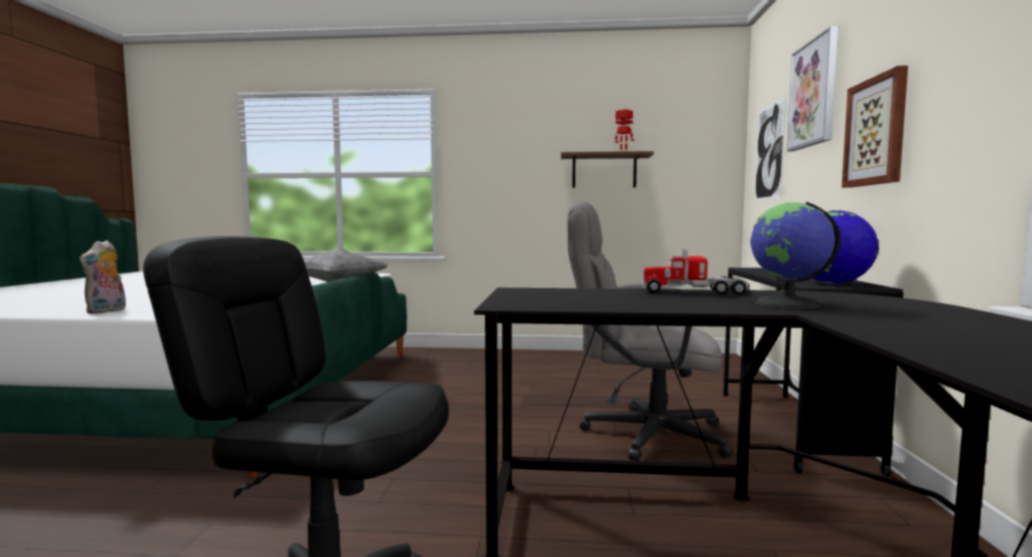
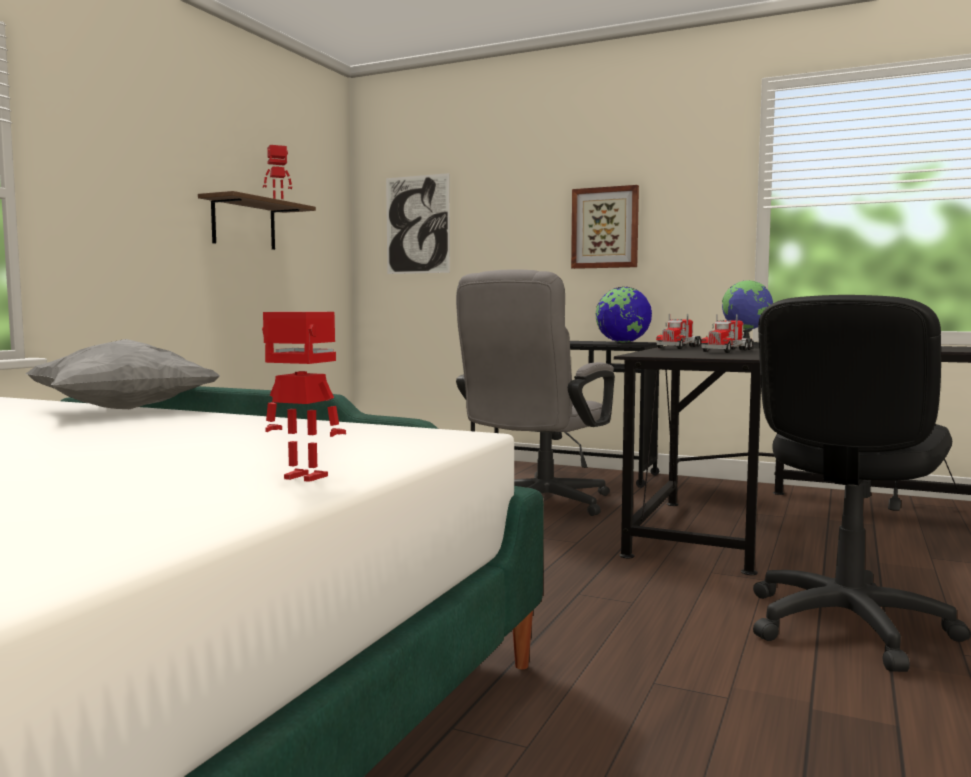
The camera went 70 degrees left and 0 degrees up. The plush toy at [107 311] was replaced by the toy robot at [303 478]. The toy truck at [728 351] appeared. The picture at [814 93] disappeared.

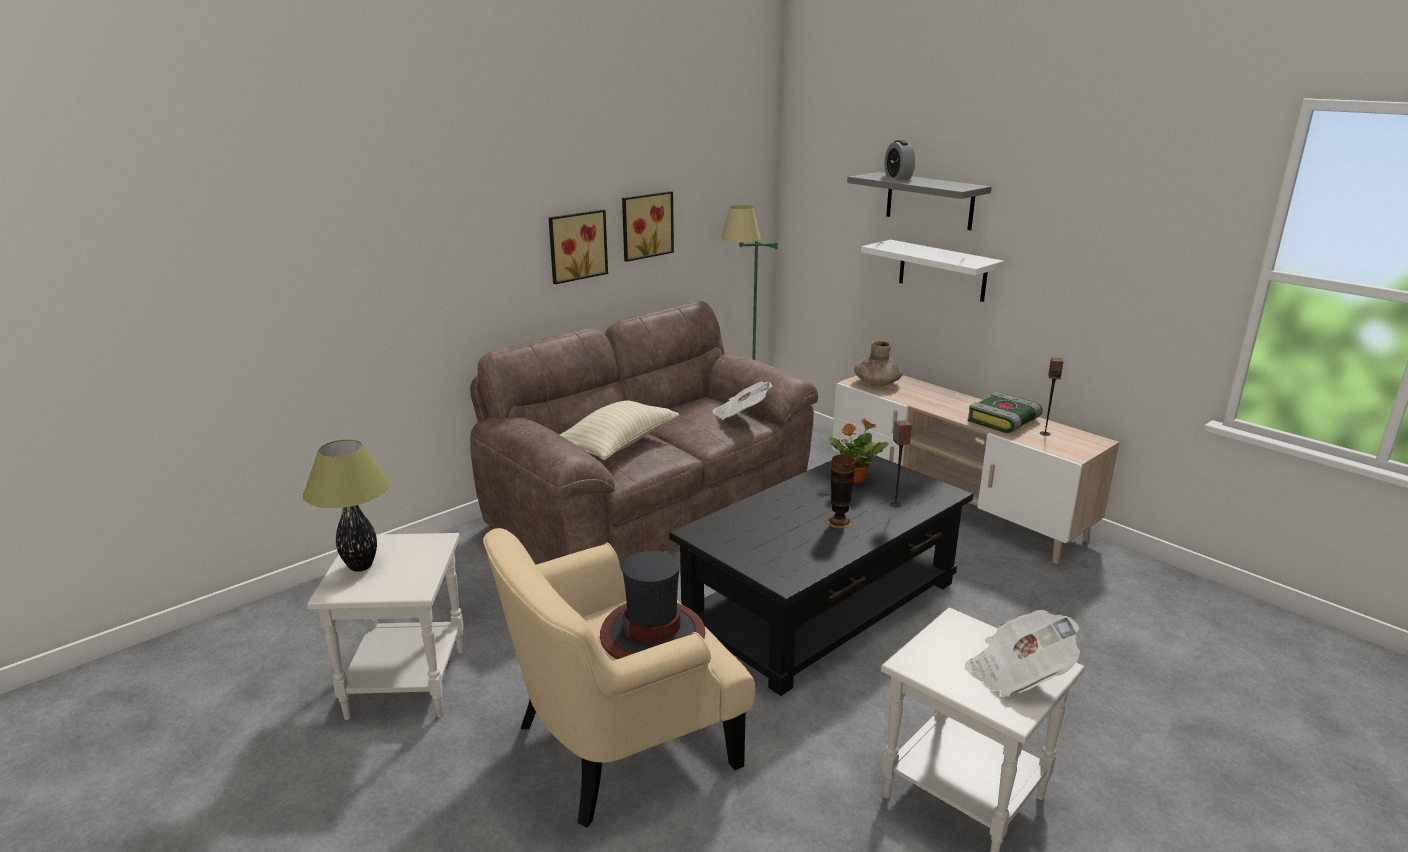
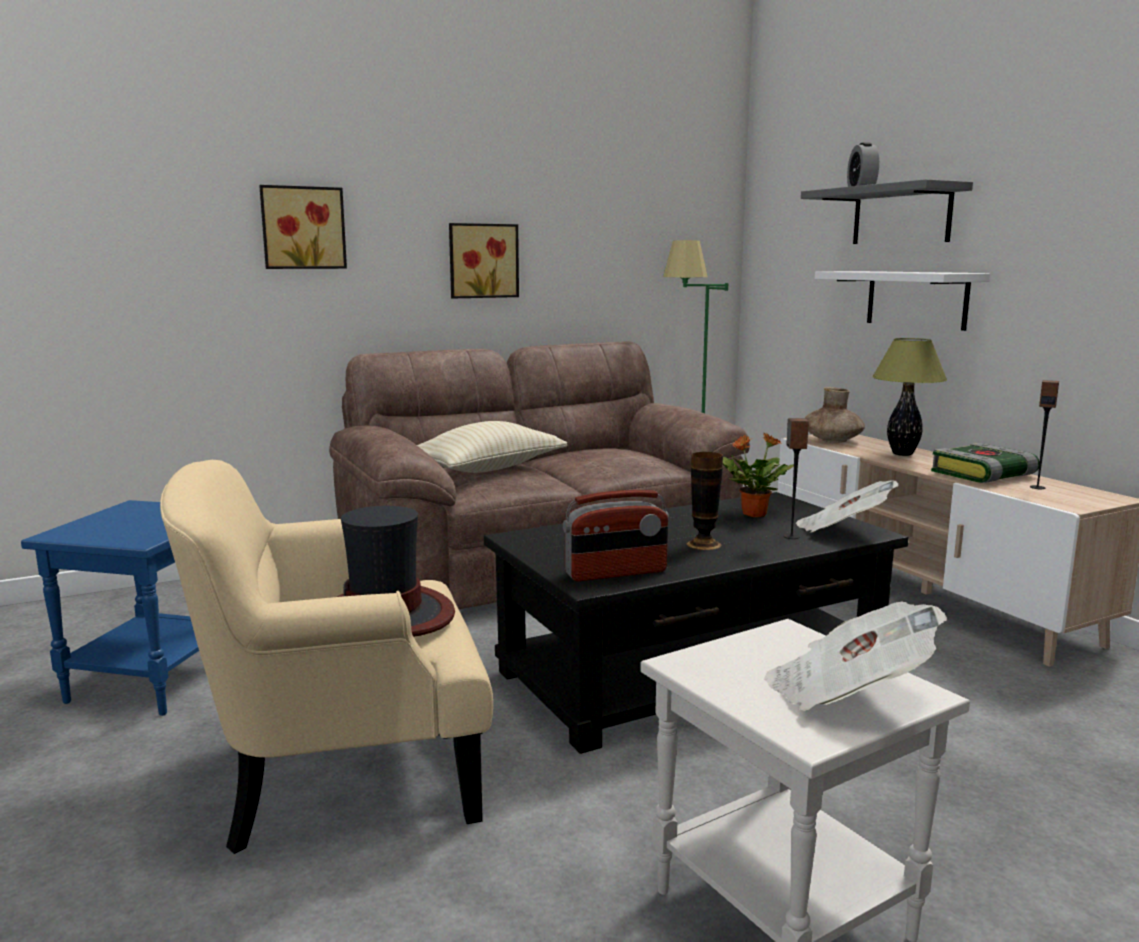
The camera went 15 degrees right and 10 degrees down. The white side table at [405 683] became the blue side table at [154 679]. The picture moved from [645 225] to [303 228]. The radio at [616 573] appeared. The newspaper moved from [740 415] to [842 530]. The table lamp moved from [361 566] to [902 454].

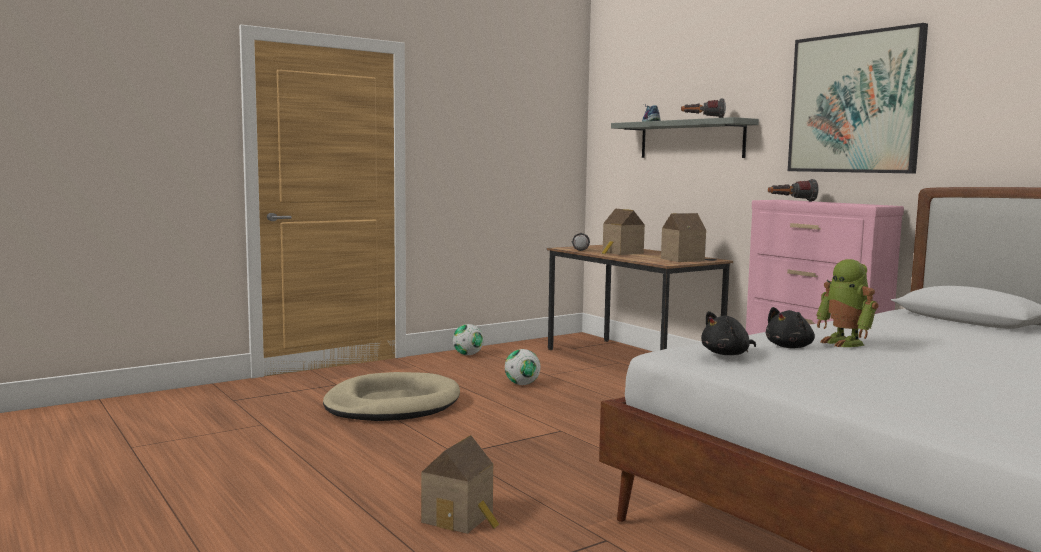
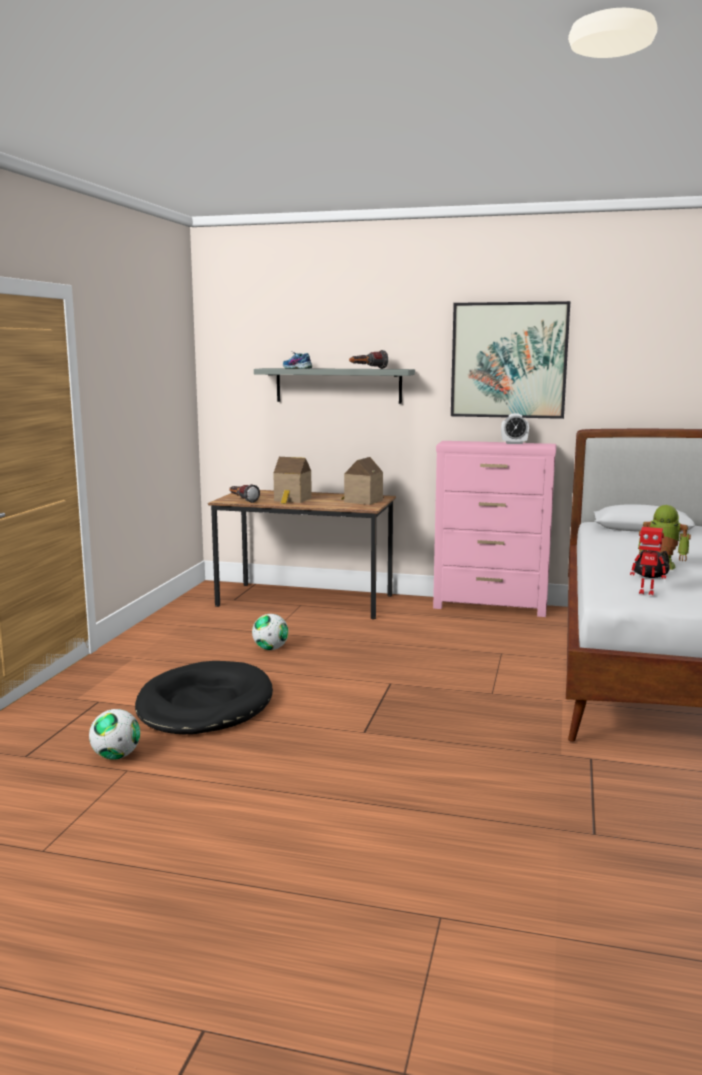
The camera went 40 degrees left and 5 degrees up. The football moved from [468 354] to [116 756]. The beige dog bed at [392 404] became the black dog bed at [204 705]. The alarm clock at [514 443] appeared. The black plush toy at [727 354] was replaced by the toy robot at [646 592]. The toy house at [461 518] disappeared. The flashlight at [791 201] disappeared.

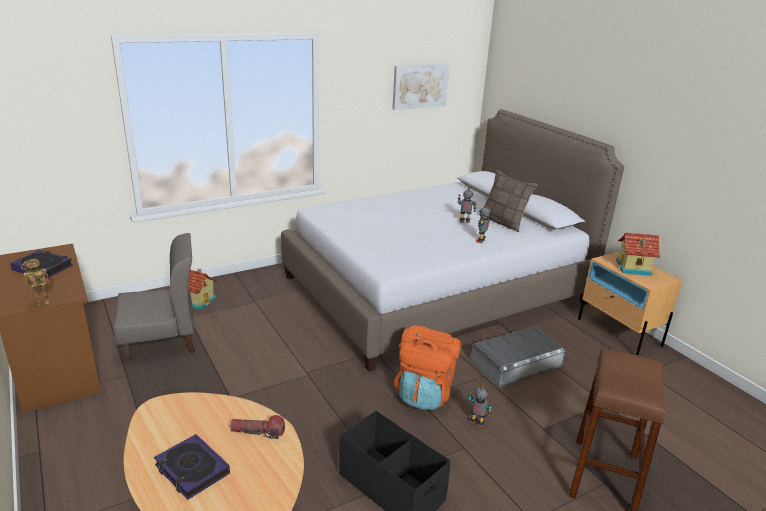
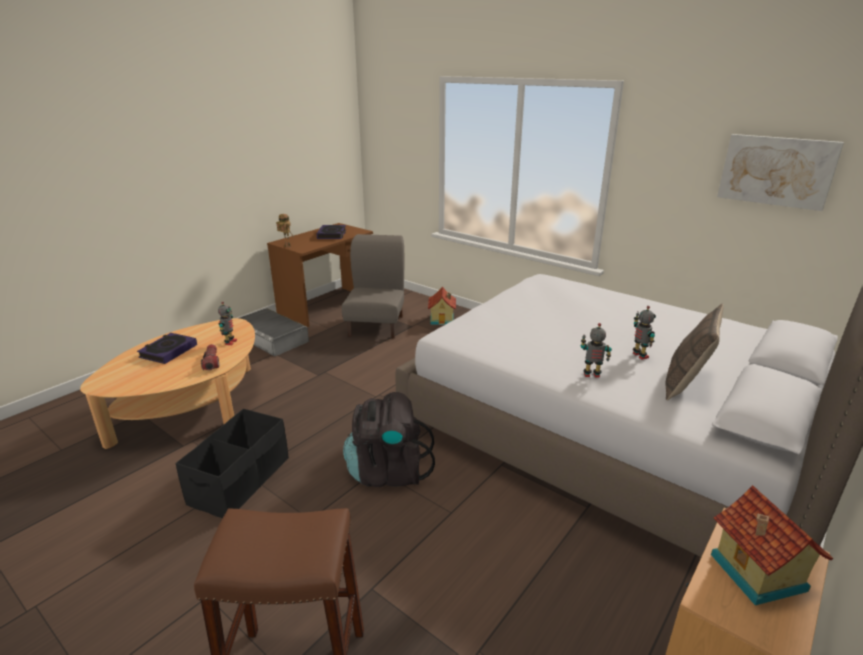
The camera went 70 degrees right and 0 degrees up. The toy robot moved from [476 423] to [230 342]. The grey storage box moved from [515 363] to [272 338]. The grey chair at [161 341] turned 135 degrees counterclockwise. The orange backpack at [424 393] became the black backpack at [388 471].

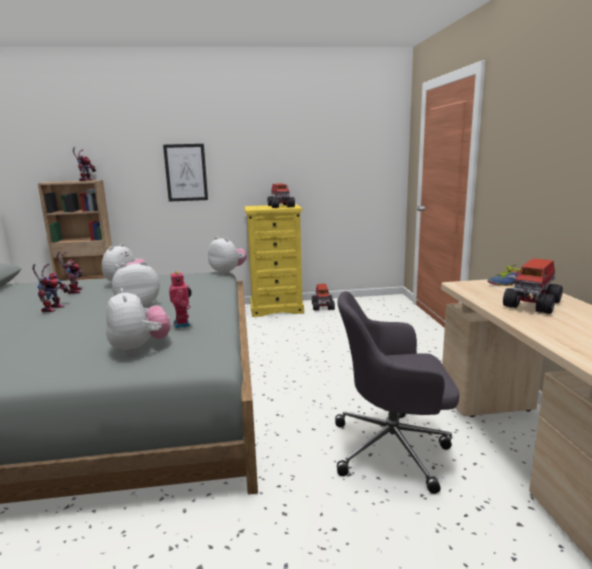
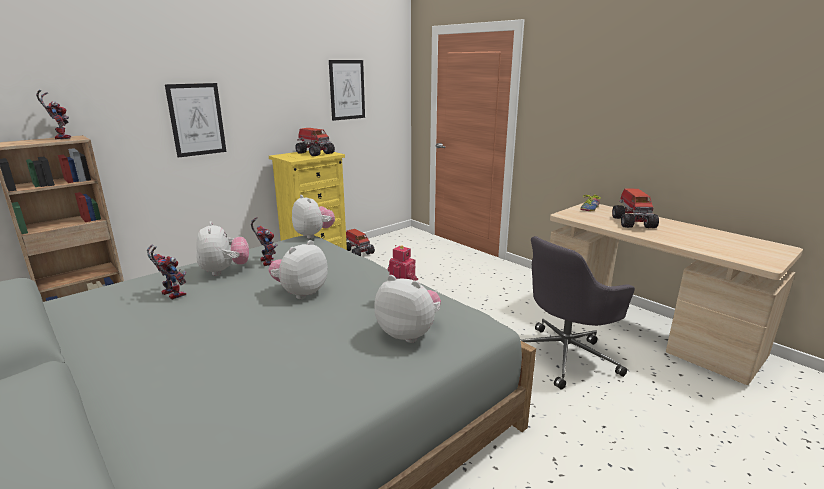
The camera went 35 degrees left and 5 degrees up. The toy robot moved from [53 308] to [266 261]. The plush toy at [228 272] turned 45 degrees clockwise. The picture at [347 90] appeared.

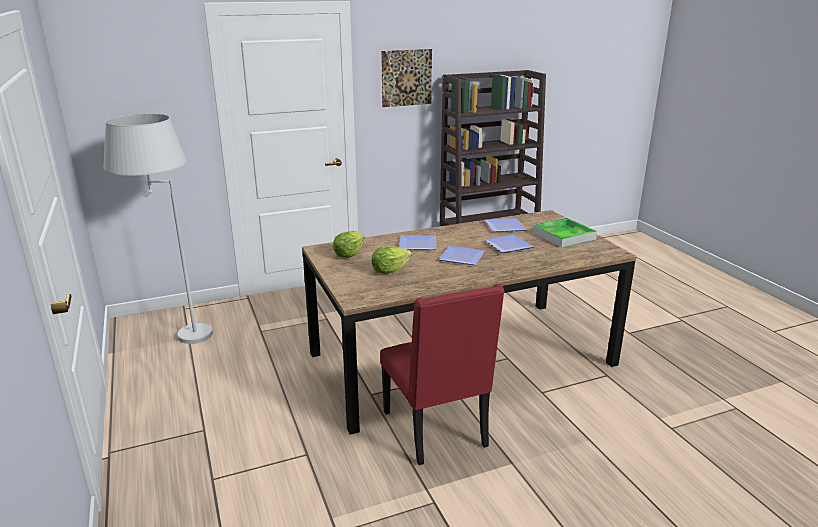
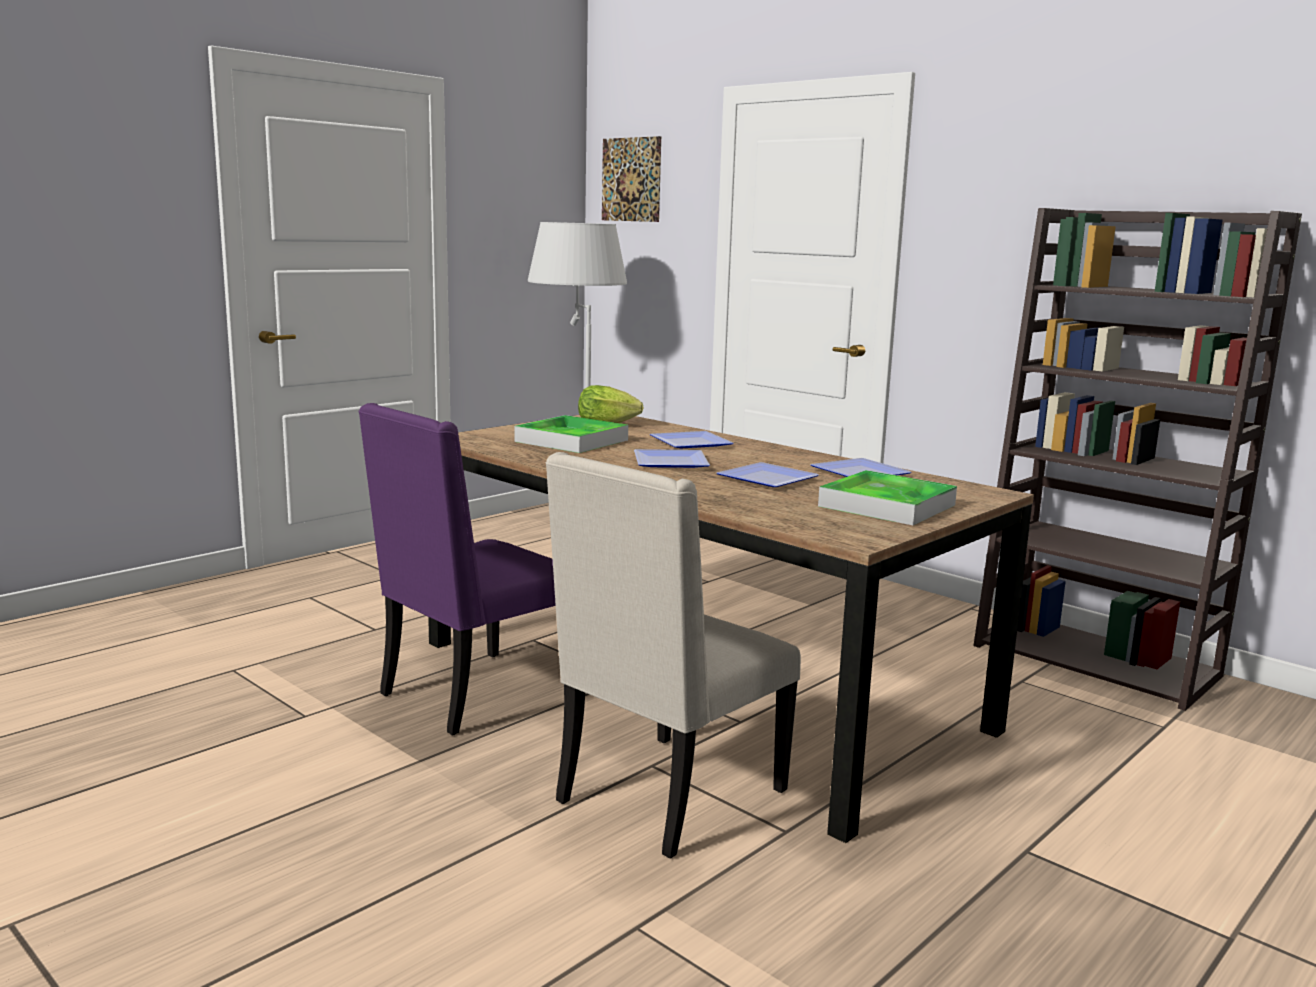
The camera went 65 degrees right and 10 degrees down. The red chair at [437 430] became the purple chair at [473 694]. The lettuce at [390 270] was replaced by the tray at [571 441]. The beige chair at [666 797] appeared. The picture moved from [406 78] to [631 179].

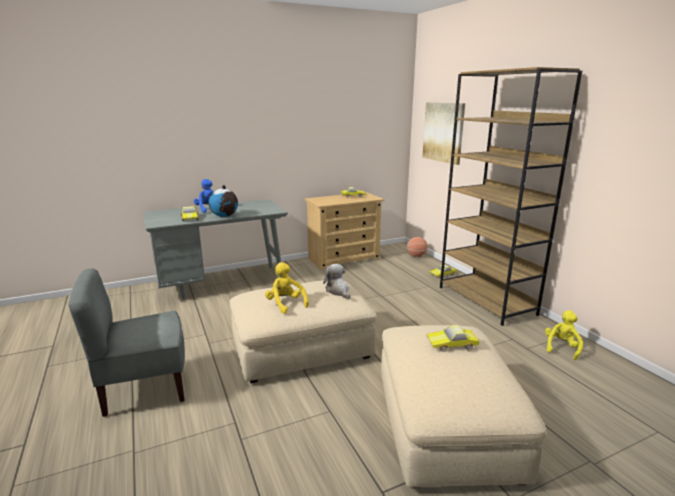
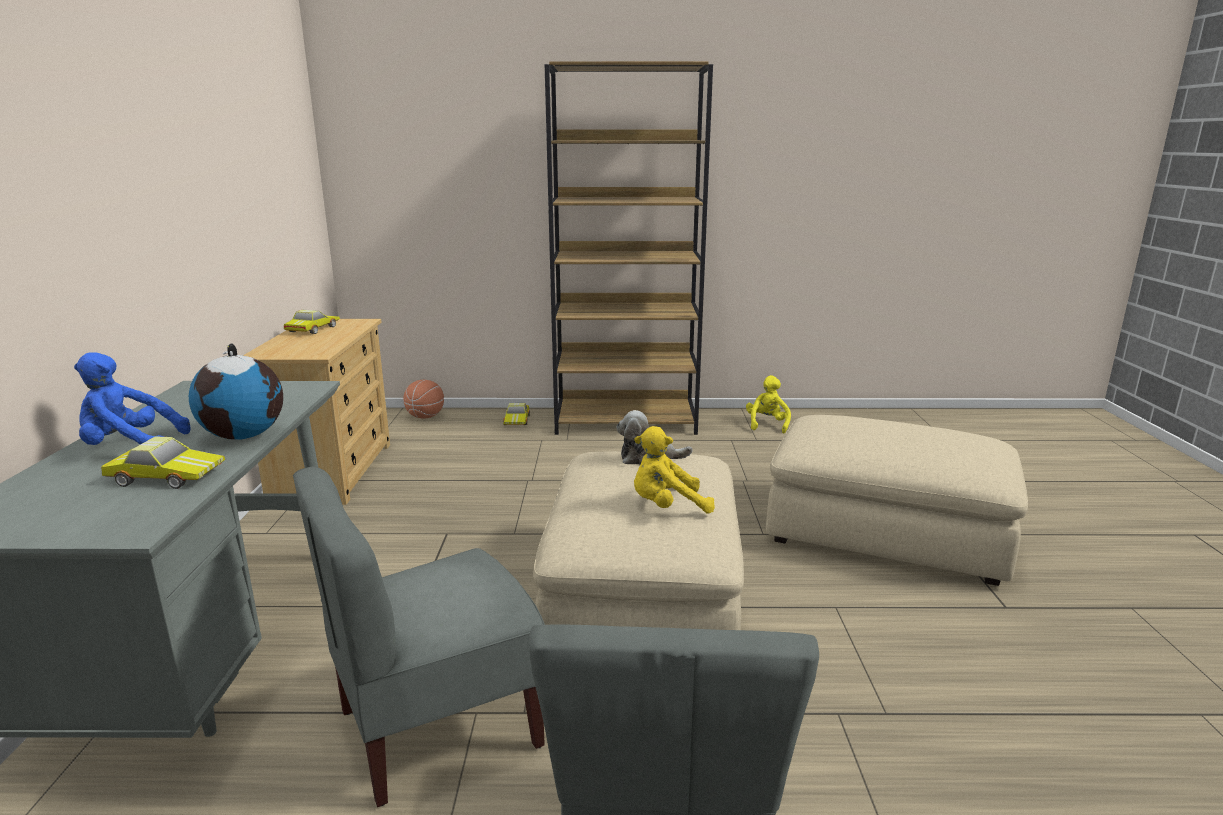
The camera went 65 degrees left and 0 degrees up. The grey chair at [437 726] appeared. The yellow plush toy at [561 348] turned 45 degrees clockwise. The picture at [443 132] disappeared. The toy car at [452 345] disappeared.

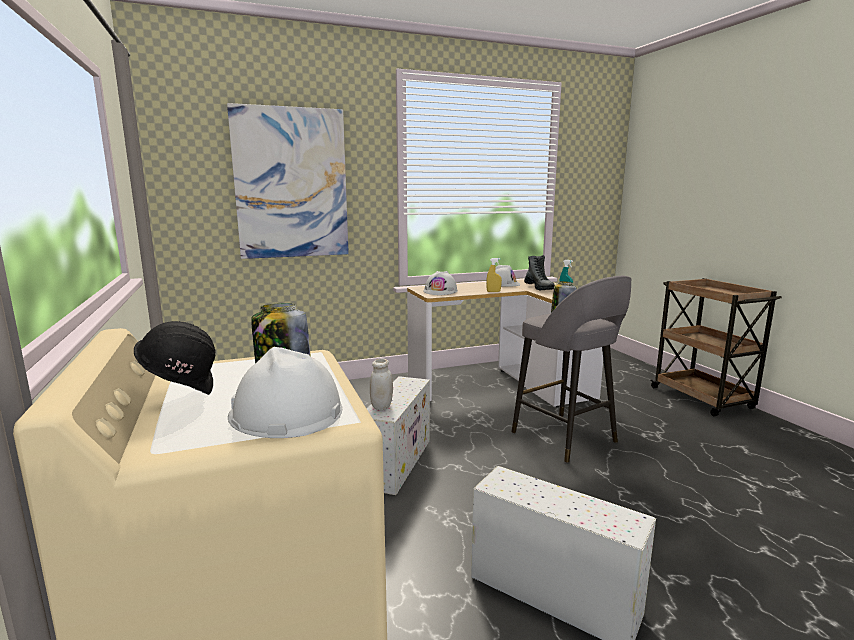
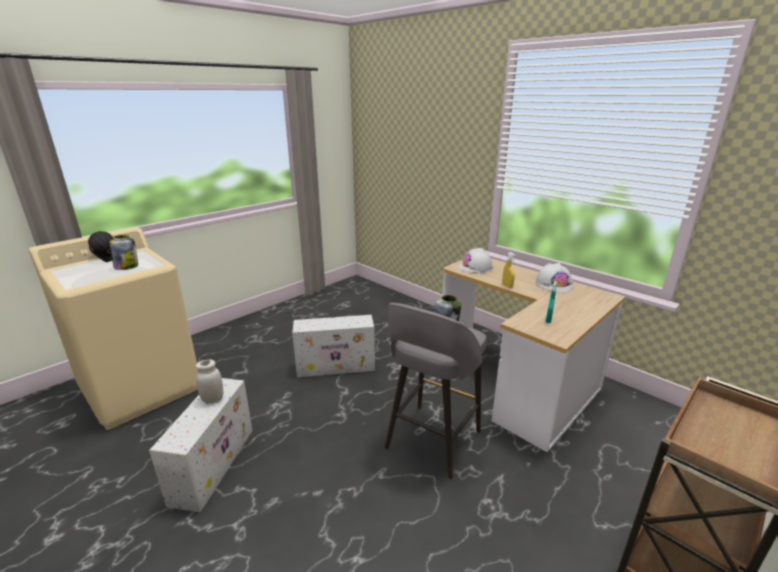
The camera went 65 degrees right and 10 degrees up. The white jar moved from [381 406] to [213 399]. The picture at [291 184] disappeared. The white hard hat at [286 413] disappeared. The boot at [539 288] disappeared.

